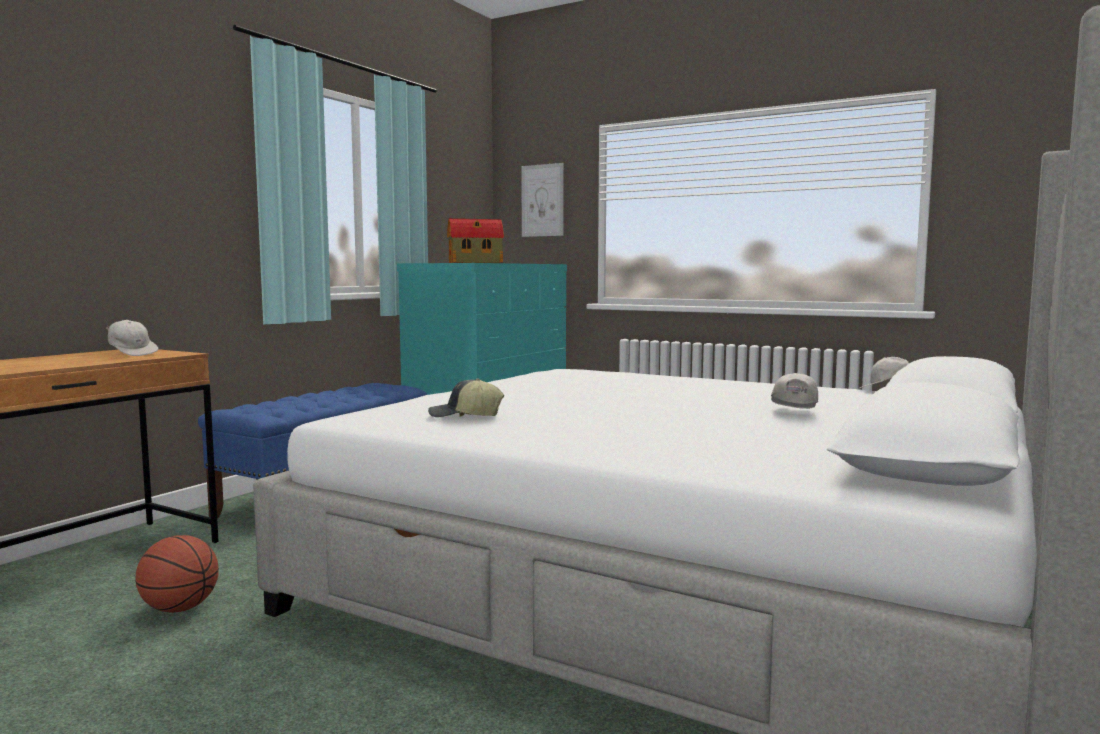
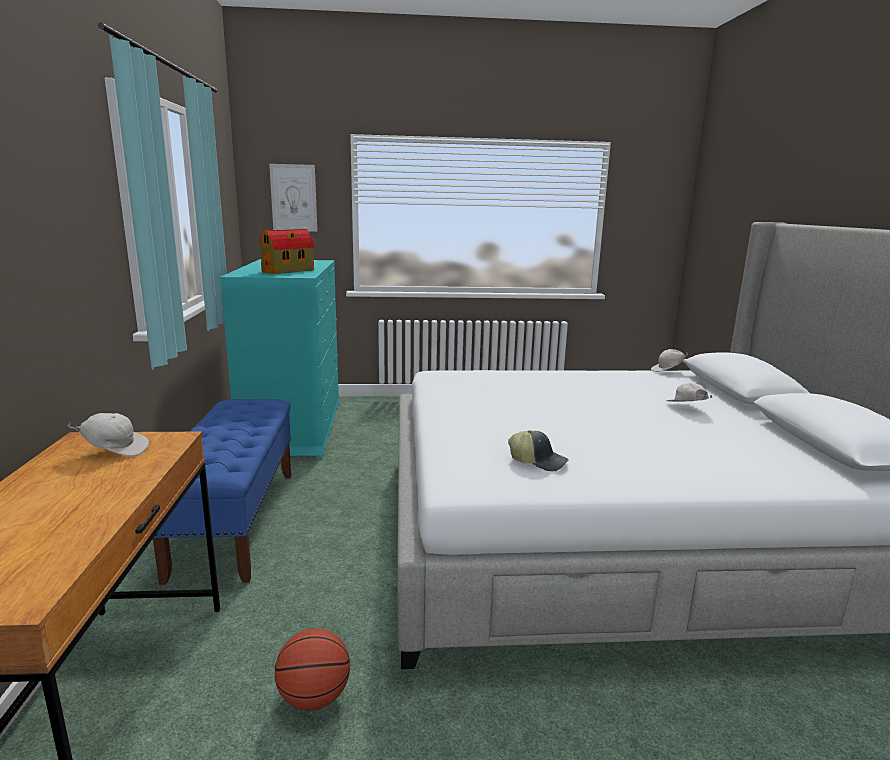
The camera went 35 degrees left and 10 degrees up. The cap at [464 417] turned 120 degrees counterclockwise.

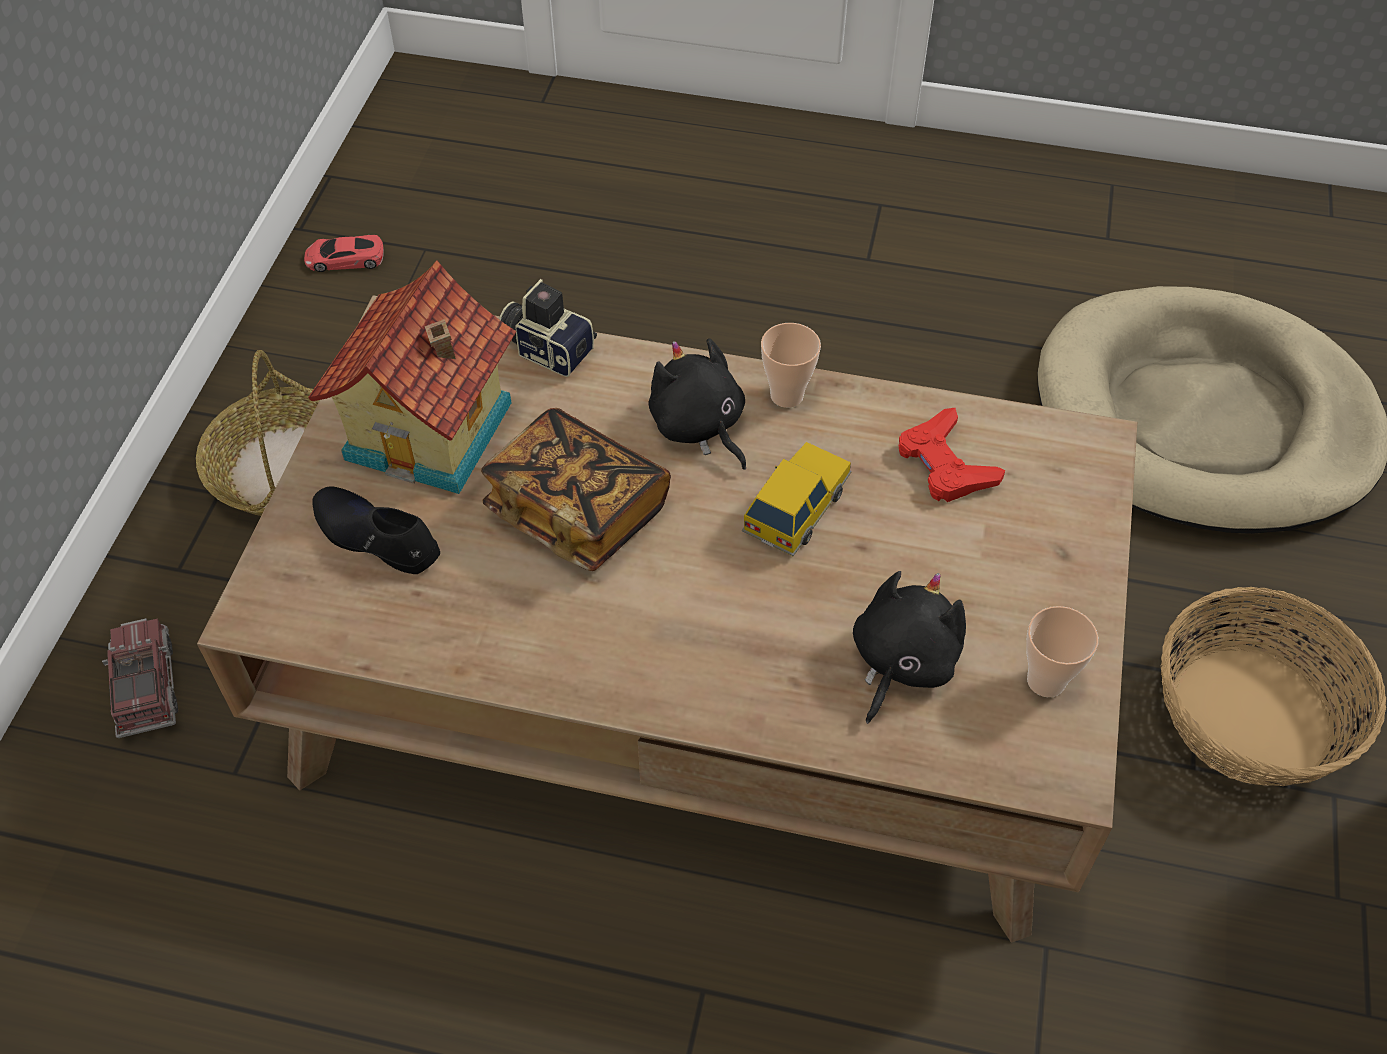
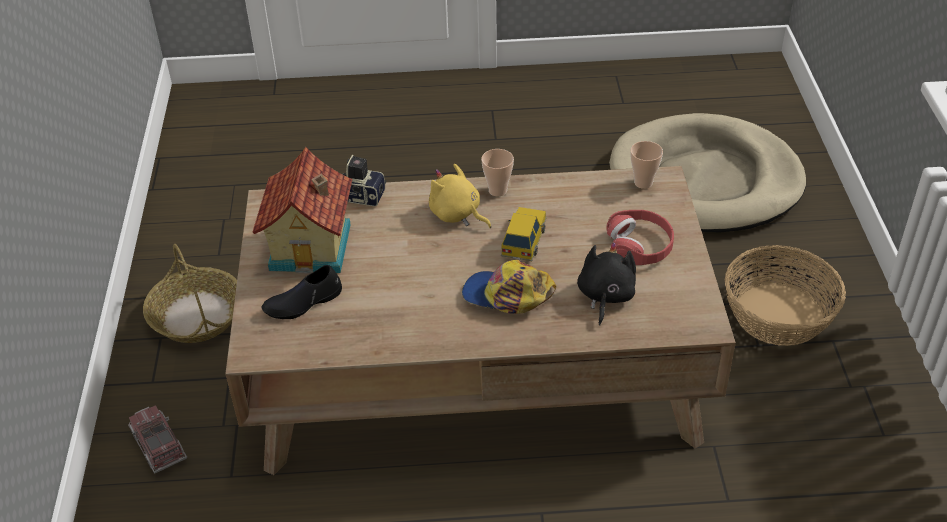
The camera went 15 degrees left and 10 degrees down. The black shoe at [375 537] turned 45 degrees counterclockwise. The black plush toy at [699 426] became the yellow plush toy at [457 214]. The cap at [507 295] appeared. The red headphones at [639 245] appeared. The cup moved from [1046 681] to [643 183]. The red toy car at [345 258] disappeared. The book at [578 510] disappeared. The red game controller at [945 464] disappeared.

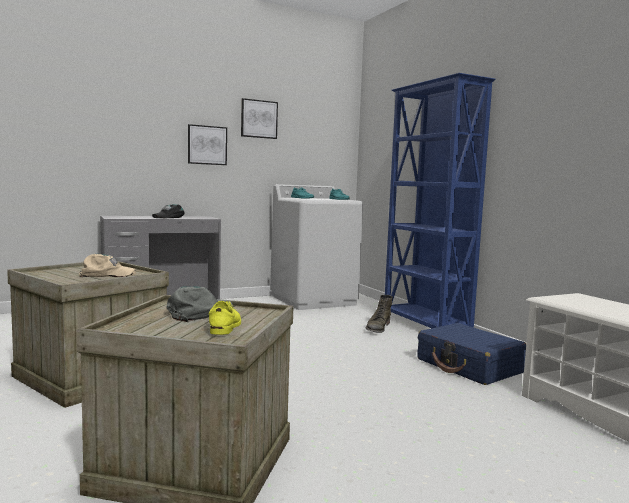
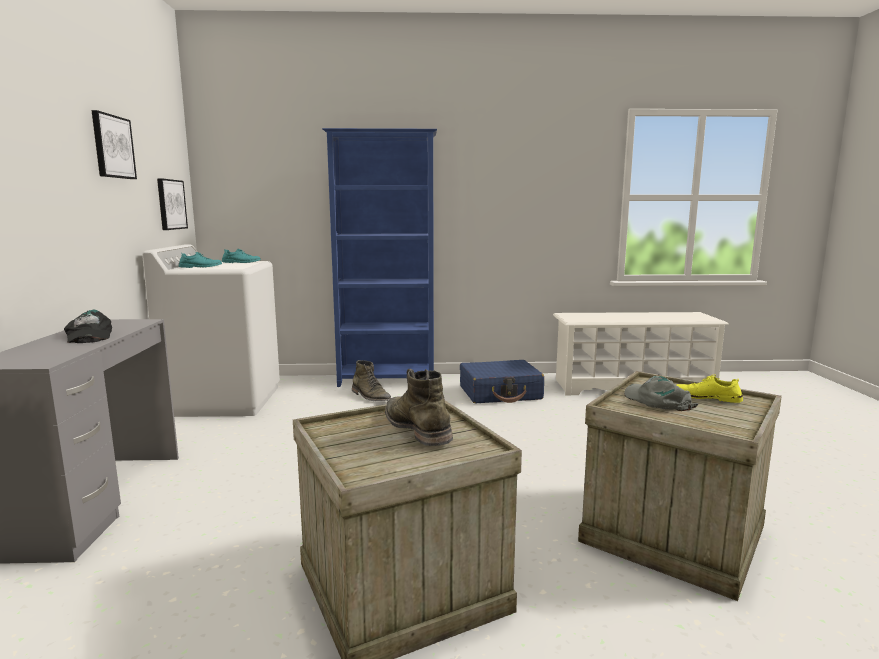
The camera went 65 degrees left and 5 degrees up. The picture moved from [207 145] to [171 204]. The beige cap at [107 274] was replaced by the green boot at [417 428].

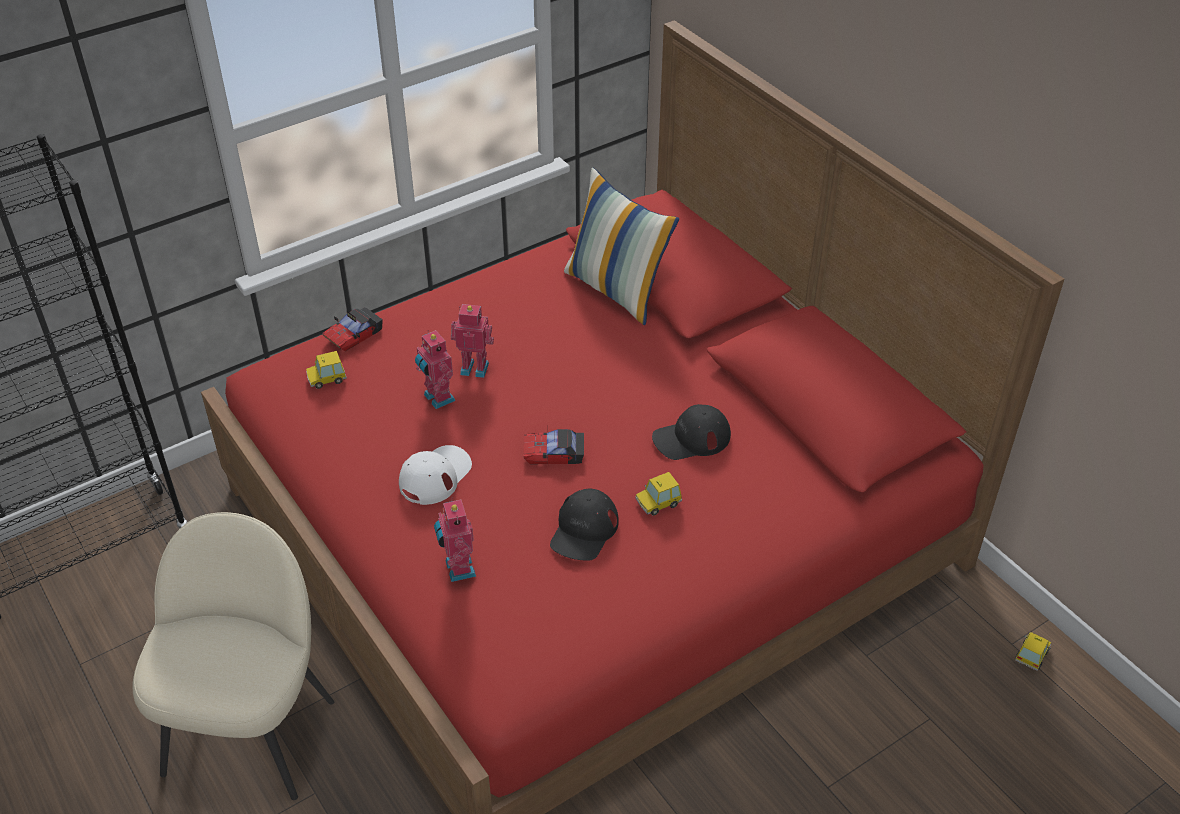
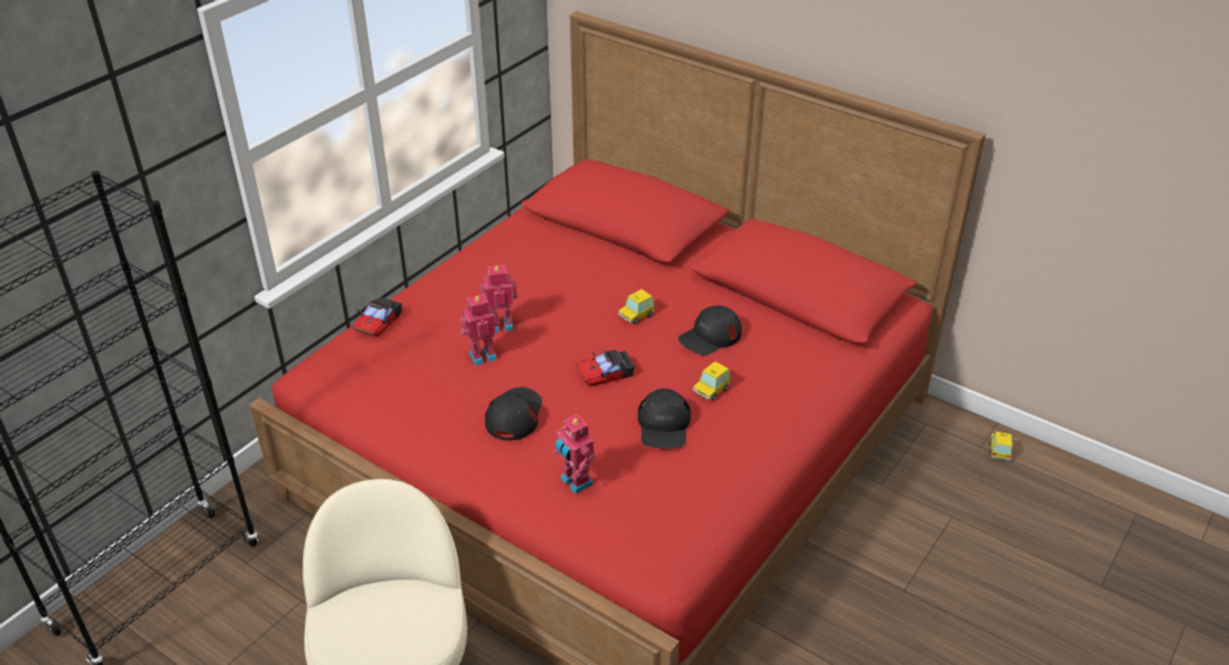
The camera went 20 degrees left and 5 degrees down. The toy robot at [437 398] turned 120 degrees clockwise. The white cap at [435 476] became the black cap at [514 415]. The toy car moved from [326 378] to [636 315]. The pillow at [617 290] disappeared.

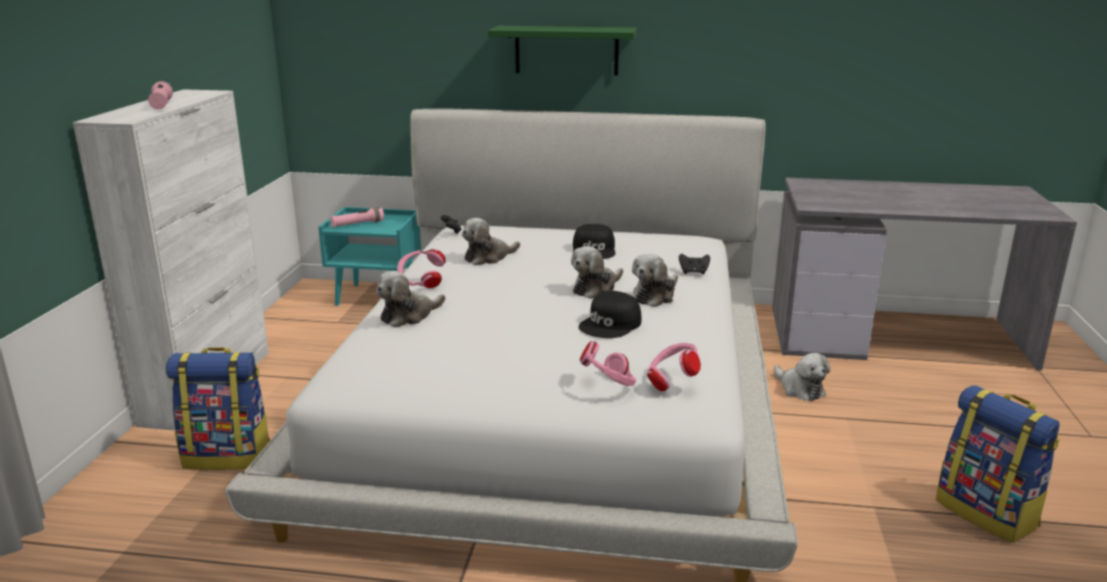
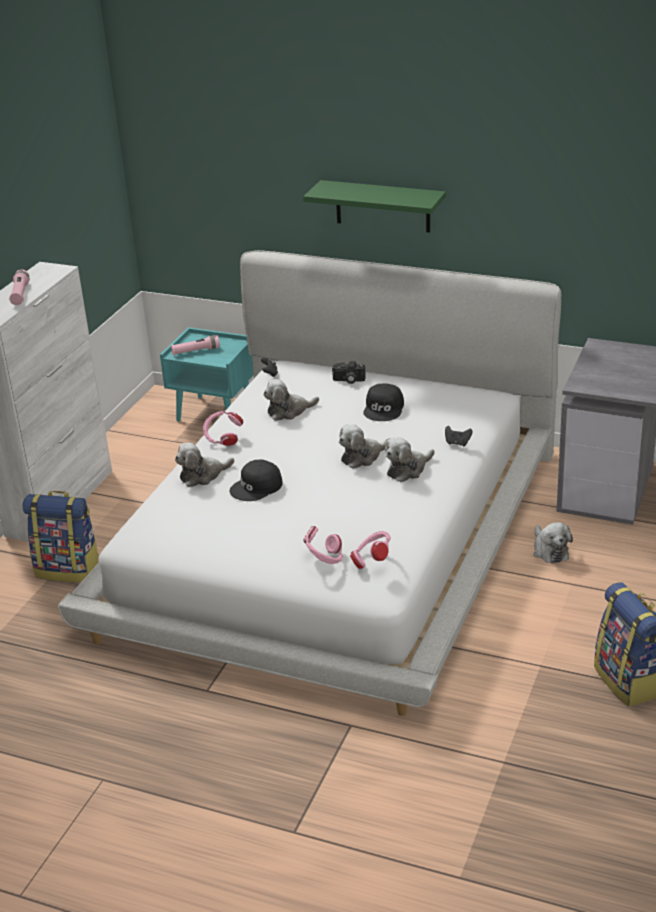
The camera went 15 degrees right and 10 degrees up. The black cap moved from [611 325] to [257 487]. The photo camera at [348 380] appeared.

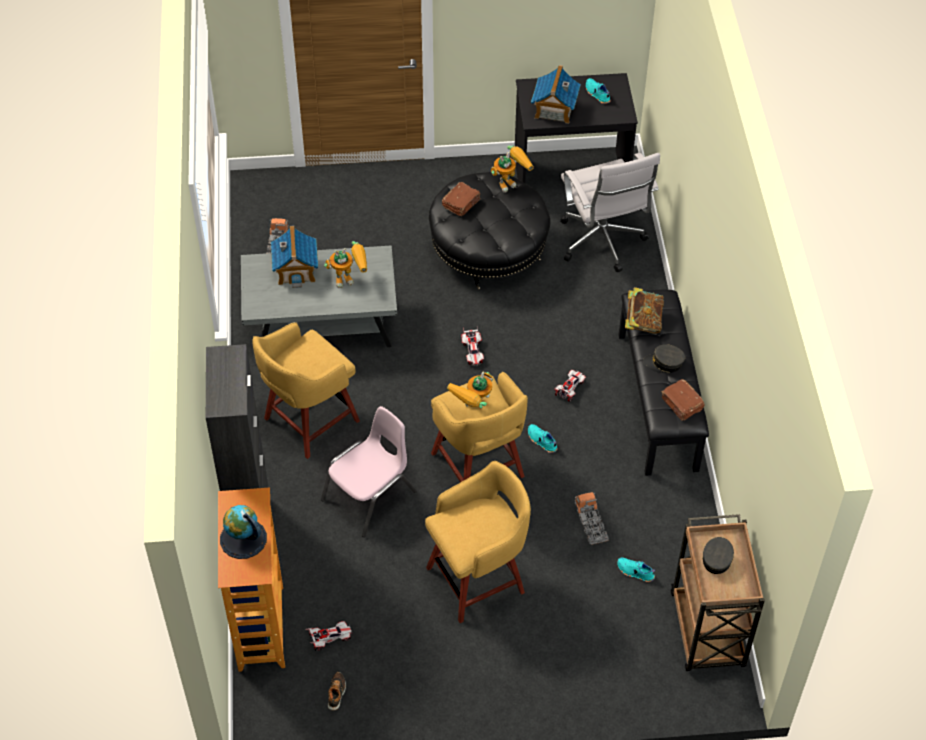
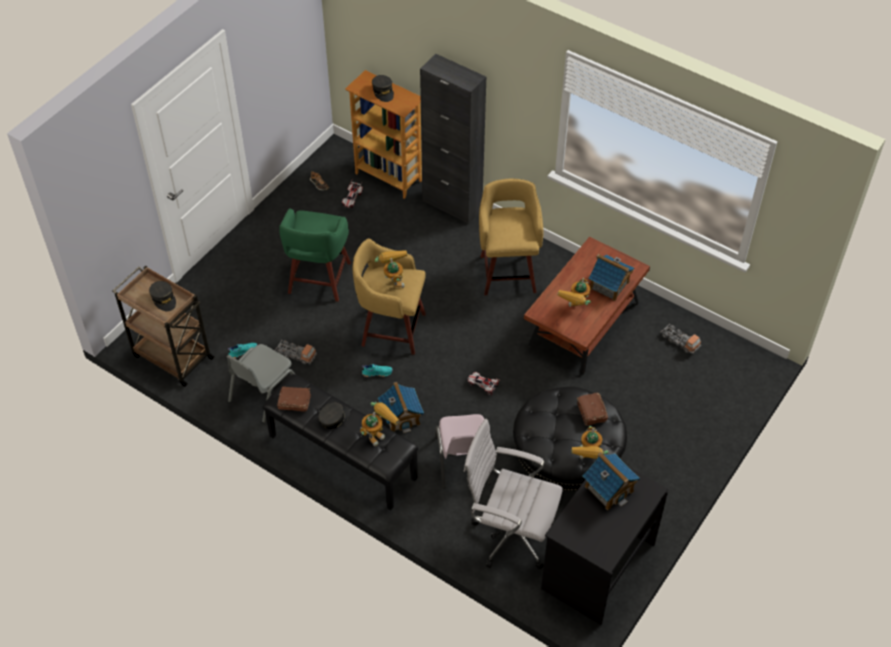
The camera went 130 degrees right and 0 degrees up. The grey chair at [264 392] appeared. The yellow stool at [478 579] became the green stool at [318 280]. The book at [643 322] was replaced by the toy robot at [378 433]. The globe at [243 539] was replaced by the grey cap at [383 92]. The toy car at [569 389] was replaced by the toy house at [401 416]. The pink chair moved from [370 496] to [463 460]. The grey coffee table at [322 323] became the brown coffee table at [583 324]. The turquoise shoe at [597 94] disappeared.

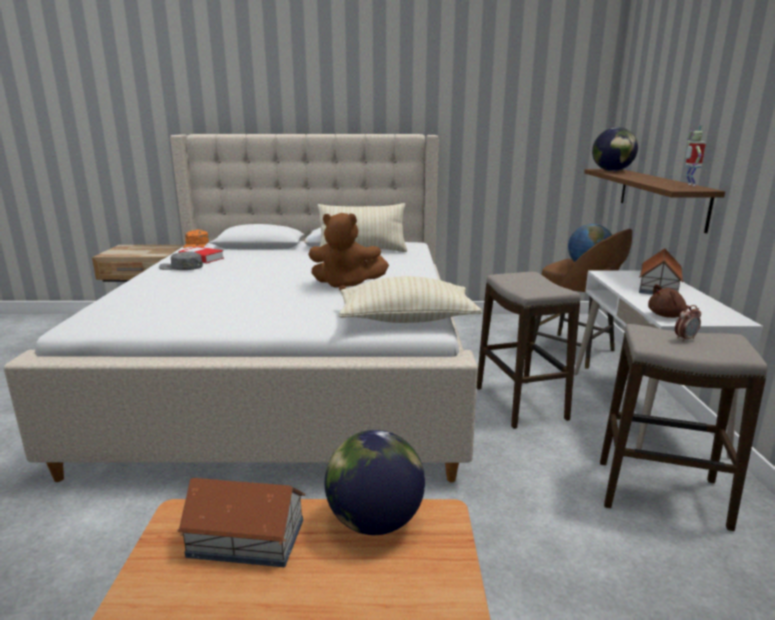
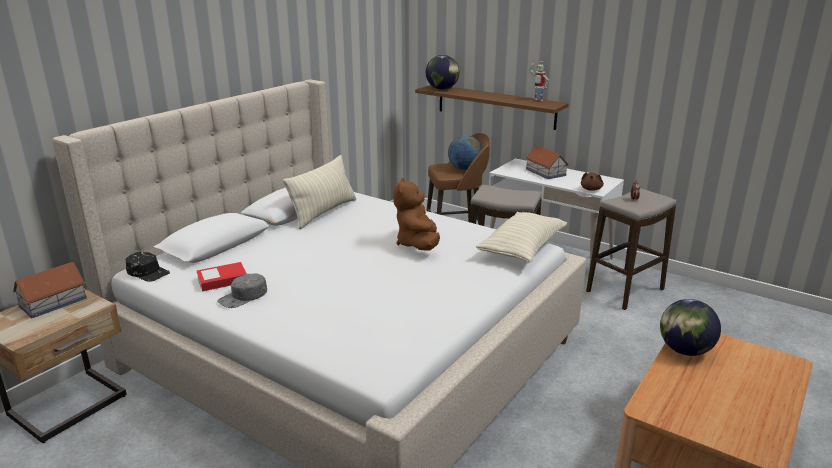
The camera went 55 degrees left and 5 degrees up. The toy house moved from [245 537] to [52 302]. The orange cap at [196 244] became the black cap at [148 272]. The brown plush toy at [346 285] turned 135 degrees clockwise.

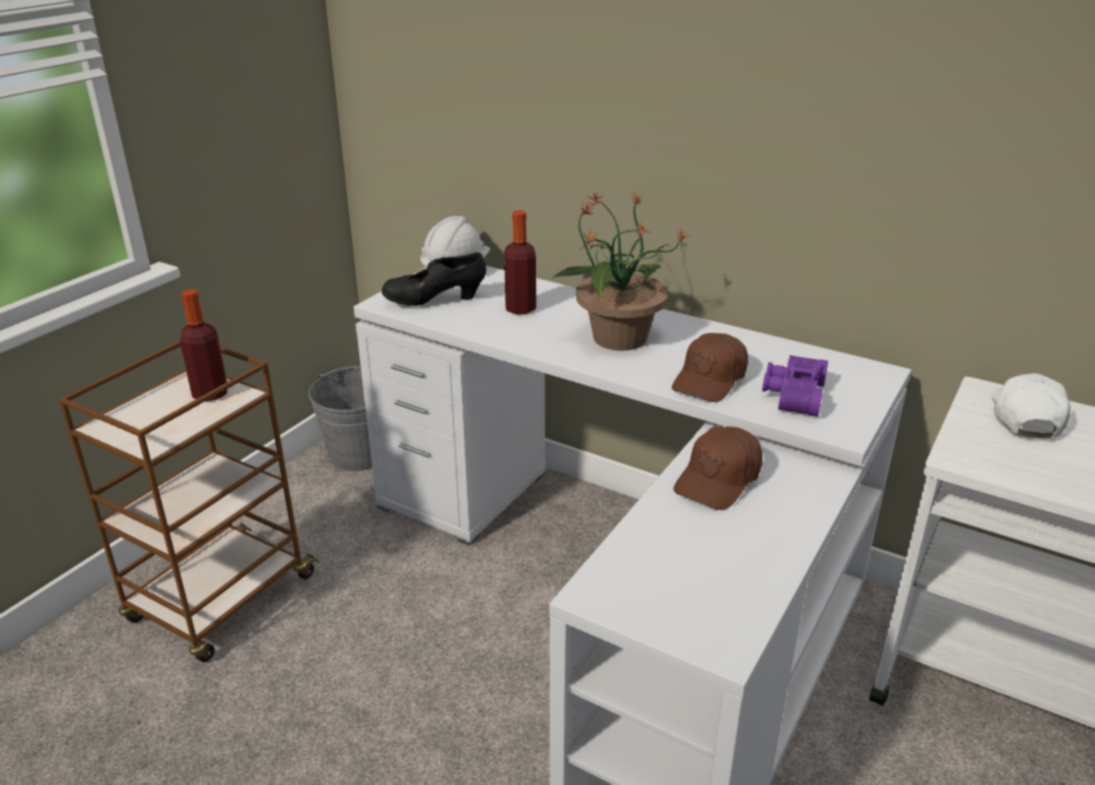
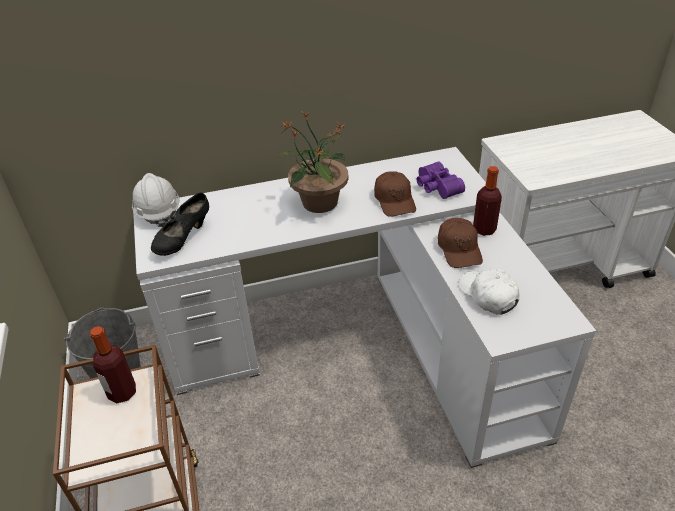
The camera went 45 degrees left and 10 degrees up. The white cap moved from [1025 417] to [488 295]. The bottle moved from [520 309] to [484 229].

